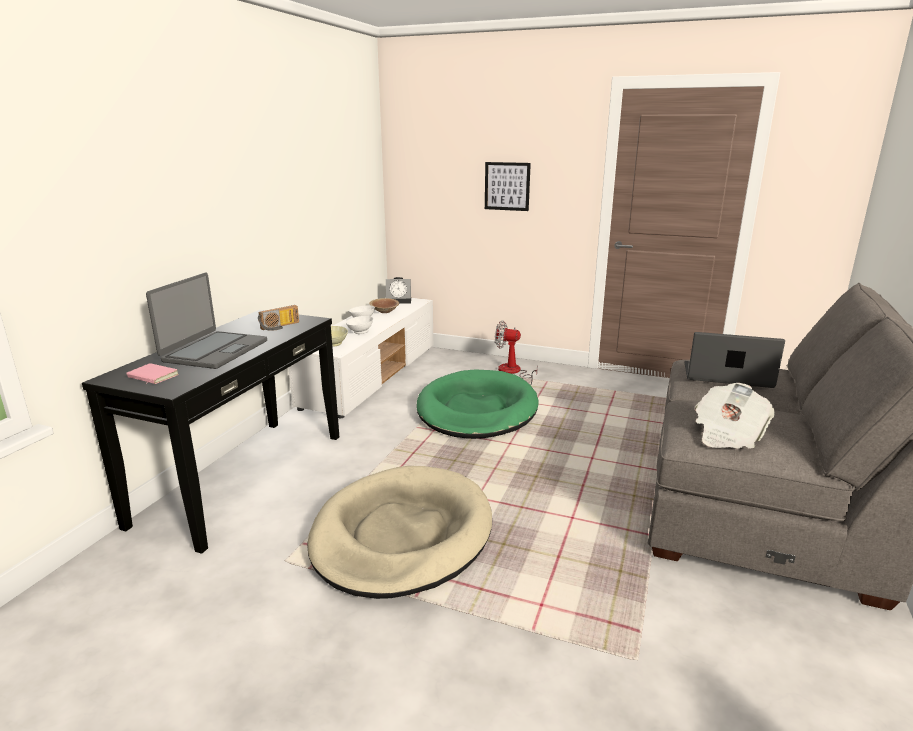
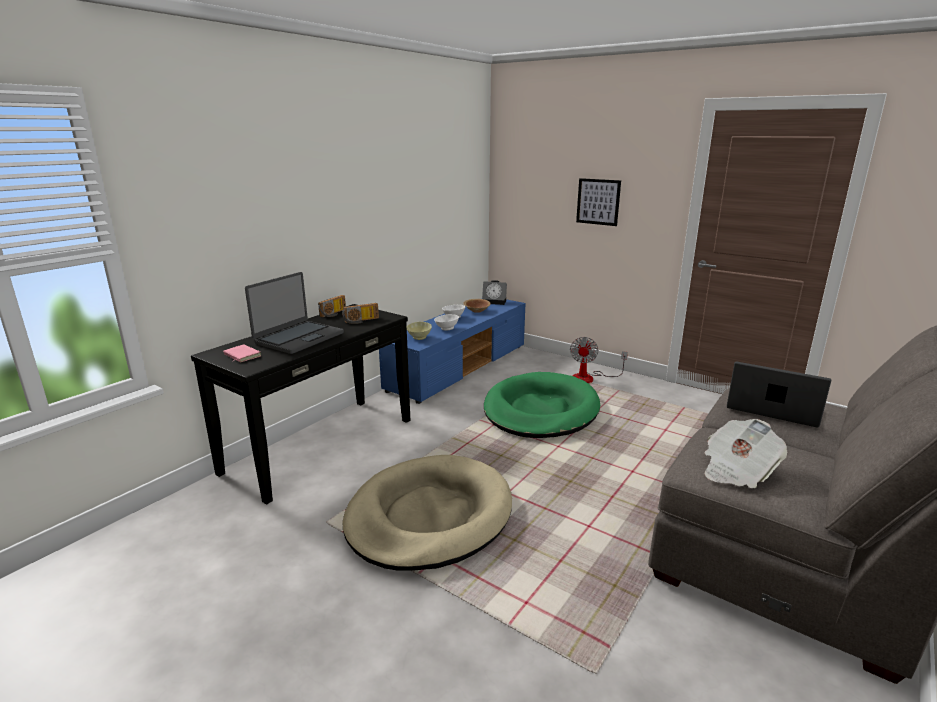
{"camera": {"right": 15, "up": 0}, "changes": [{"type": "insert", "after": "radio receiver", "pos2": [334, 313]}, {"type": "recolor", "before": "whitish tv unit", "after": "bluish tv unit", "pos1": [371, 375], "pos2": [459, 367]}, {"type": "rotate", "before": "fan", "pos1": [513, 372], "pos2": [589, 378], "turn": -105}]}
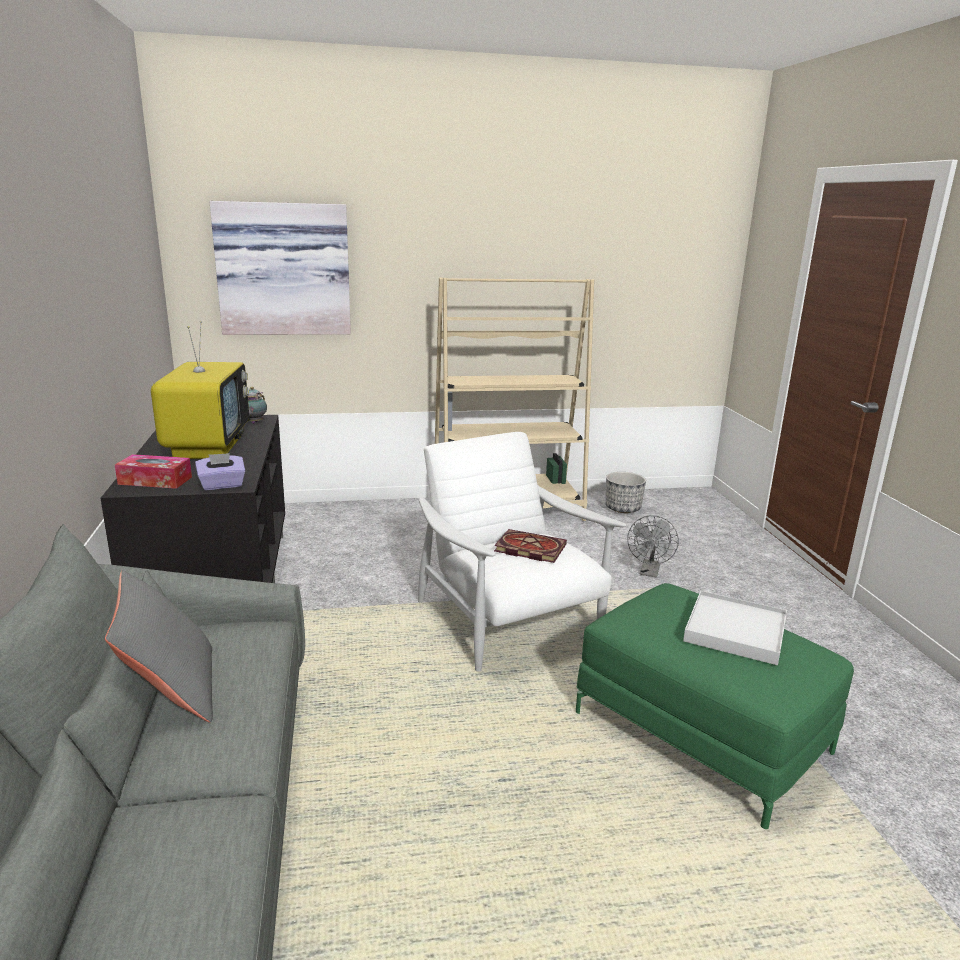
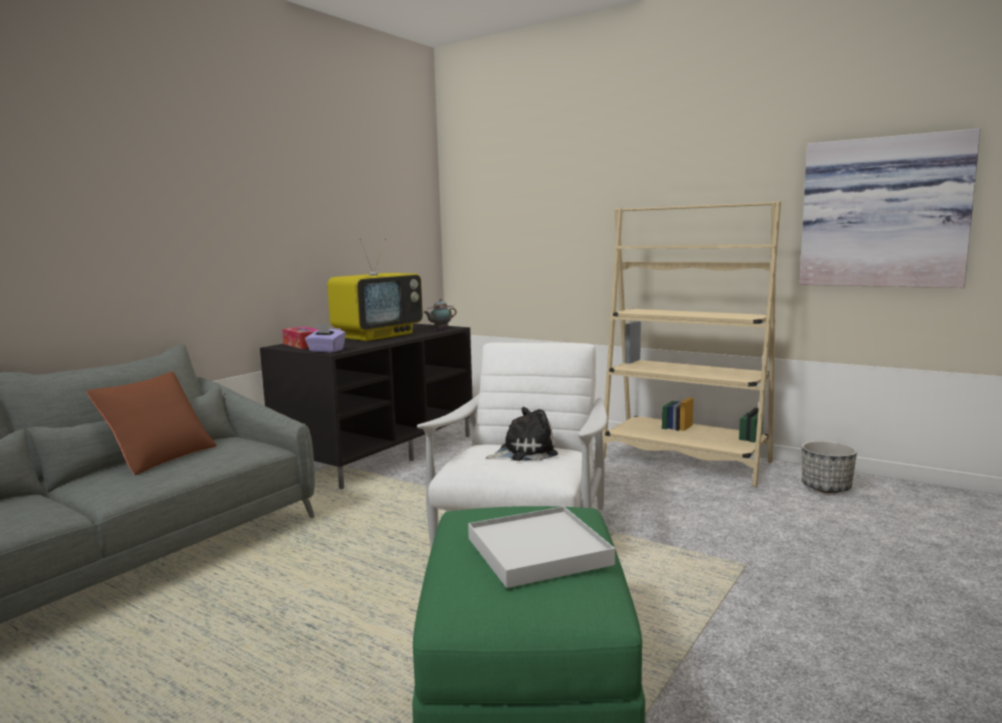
{"camera": {"right": 45, "up": -10}, "changes": [{"type": "delete", "before": "gray fan", "pos1": [649, 572]}, {"type": "move", "before": "picture", "pos1": [284, 269], "pos2": [883, 212]}, {"type": "replace", "before": "volume", "after": "soft toy", "pos1": [528, 549], "pos2": [524, 452]}, {"type": "recolor", "before": "gray pillow", "after": "brown pillow", "pos1": [171, 689], "pos2": [159, 457]}]}
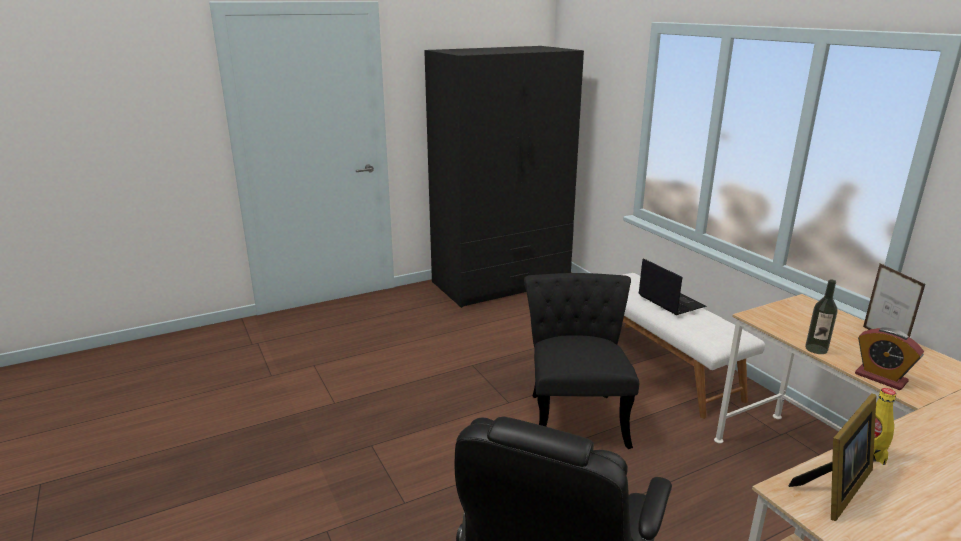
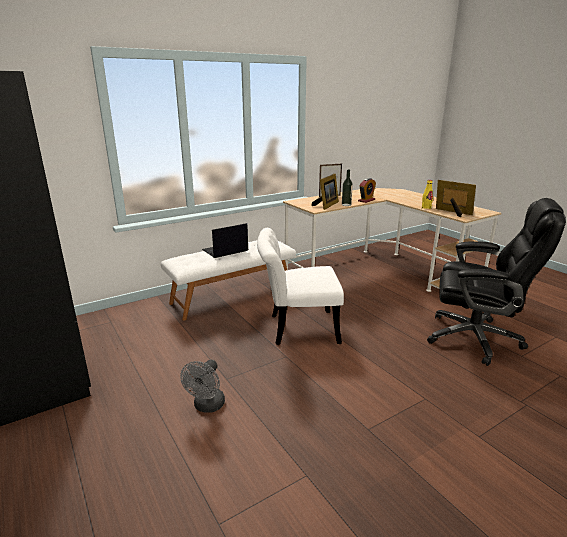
{"camera": {"right": -95, "up": 0}, "changes": [{"type": "insert", "after": "gray fan", "pos2": [207, 406]}, {"type": "insert", "after": "picture frame", "pos2": [326, 205]}, {"type": "recolor", "before": "black-coloured plain chair", "after": "whitish plain chair", "pos1": [575, 414], "pos2": [297, 328]}]}
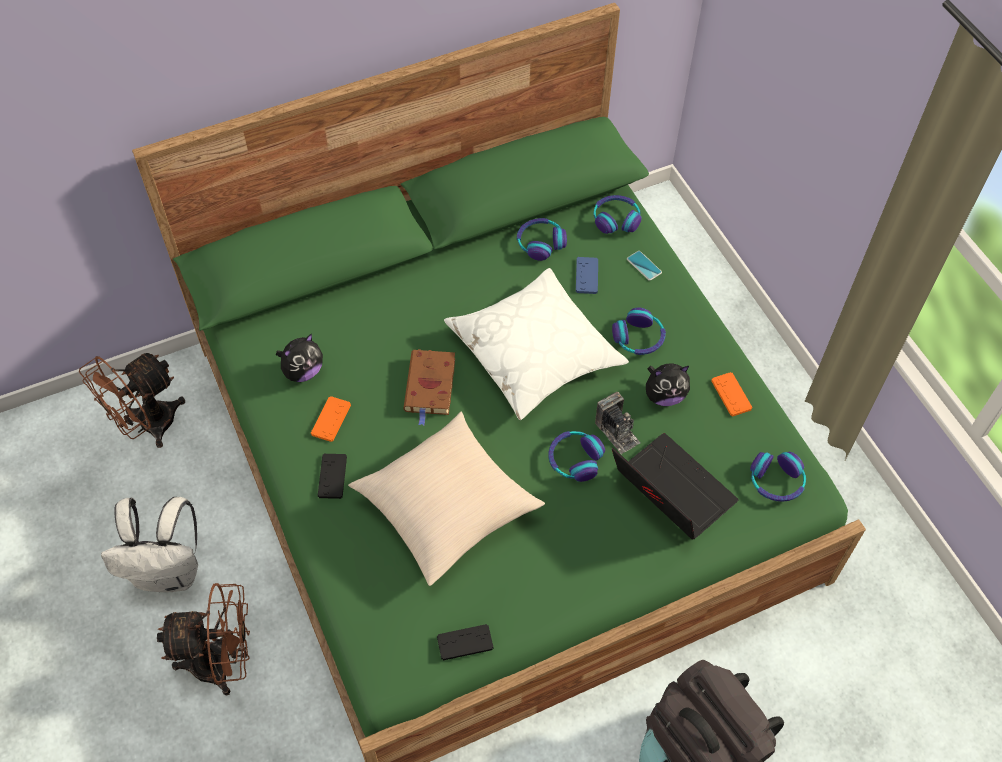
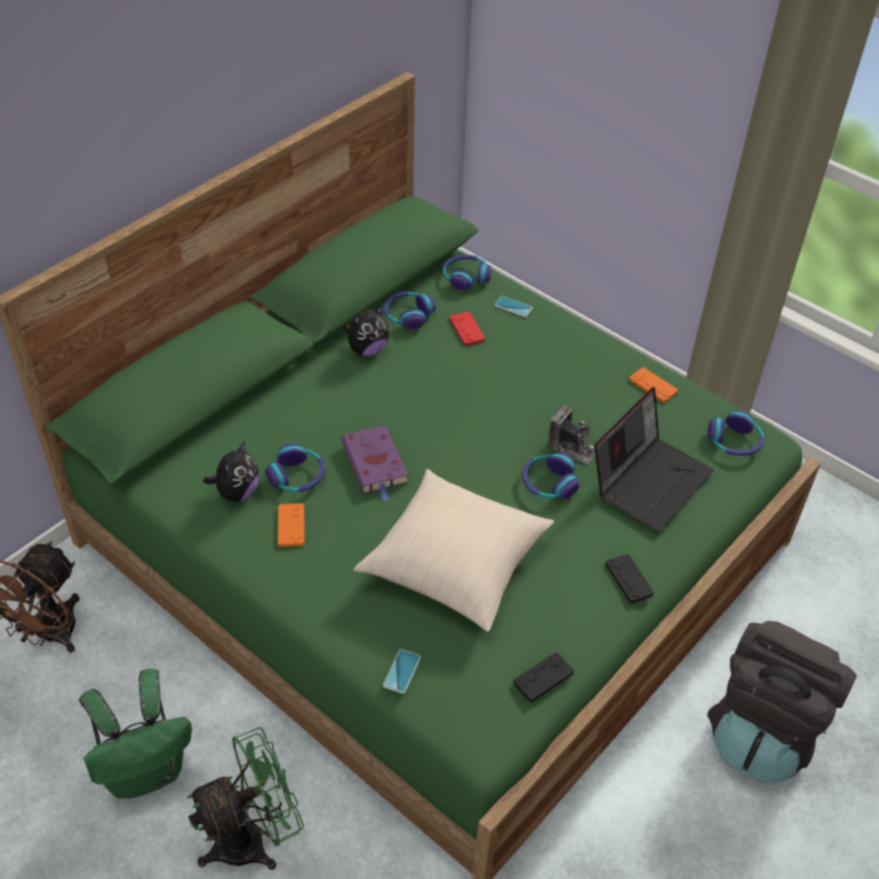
{"camera": {"right": -25, "up": -10}, "changes": [{"type": "delete", "before": "whitish pillow", "pos1": [534, 352]}, {"type": "insert", "after": "phone", "pos2": [402, 671]}, {"type": "move", "before": "black-coloured game controller", "pos1": [332, 476], "pos2": [629, 579]}, {"type": "move", "before": "headset", "pos1": [638, 338], "pos2": [297, 476]}, {"type": "move", "before": "soft toy", "pos1": [664, 396], "pos2": [367, 349]}, {"type": "recolor", "before": "whitish knapsack", "after": "greenish knapsack", "pos1": [170, 573], "pos2": [146, 771]}, {"type": "recolor", "before": "brown fan", "after": "greenish fan", "pos1": [223, 663], "pos2": [253, 838]}, {"type": "recolor", "before": "brown volume", "after": "purple volume", "pos1": [430, 387], "pos2": [375, 465]}, {"type": "recolor", "before": "bluish game controller", "after": "red game controller", "pos1": [586, 276], "pos2": [467, 329]}, {"type": "rotate", "before": "portable computer", "pos1": [669, 491], "pos2": [649, 480], "turn": 105}]}
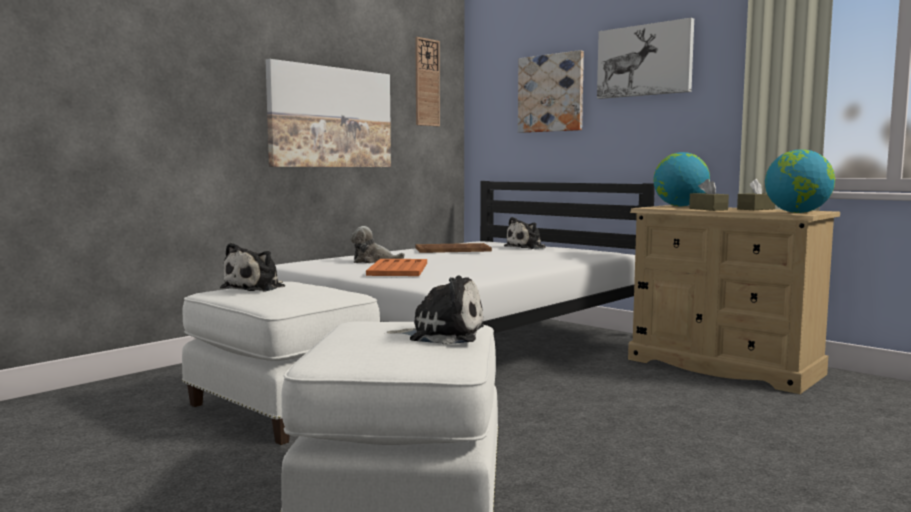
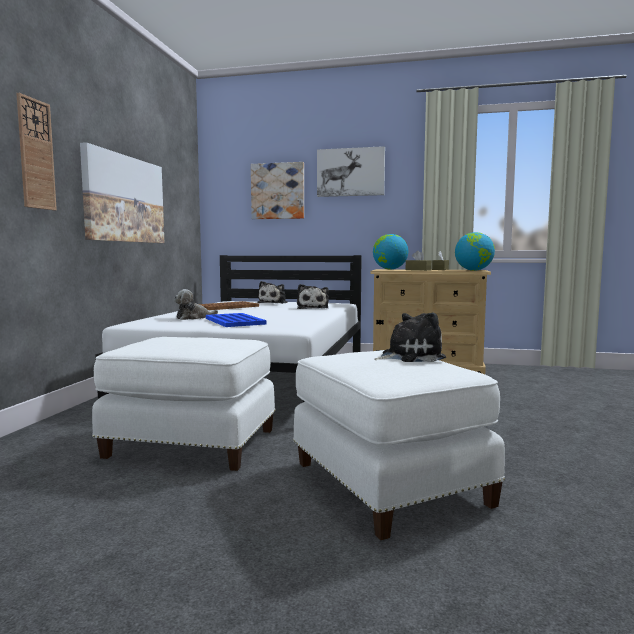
{"camera": {"right": -30, "up": 0}, "changes": [{"type": "move", "before": "soft toy", "pos1": [257, 288], "pos2": [312, 308]}, {"type": "move", "before": "hanging clock", "pos1": [427, 82], "pos2": [36, 154]}, {"type": "recolor", "before": "orange serving tray", "after": "bluish serving tray", "pos1": [398, 269], "pos2": [234, 321]}]}
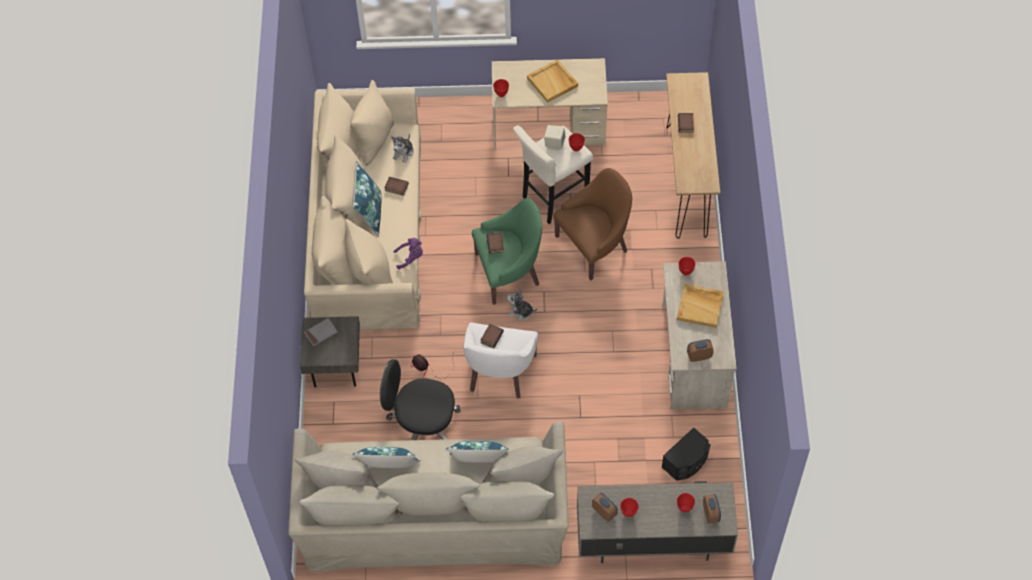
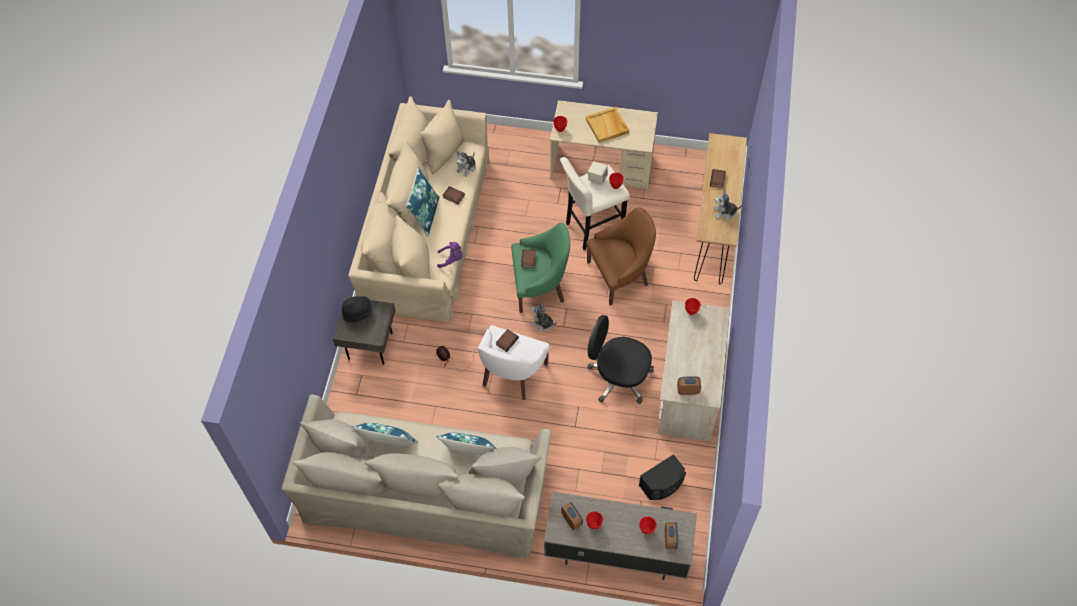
{"camera": {"right": 10, "up": 0}, "changes": [{"type": "delete", "before": "sand-coloured serving tray", "pos1": [700, 306]}, {"type": "insert", "after": "soft toy", "pos2": [725, 212]}, {"type": "move", "before": "black-coloured computer chair", "pos1": [422, 424], "pos2": [618, 377]}, {"type": "replace", "before": "gray volume", "after": "black-coloured clothing hat", "pos1": [321, 333], "pos2": [358, 312]}]}
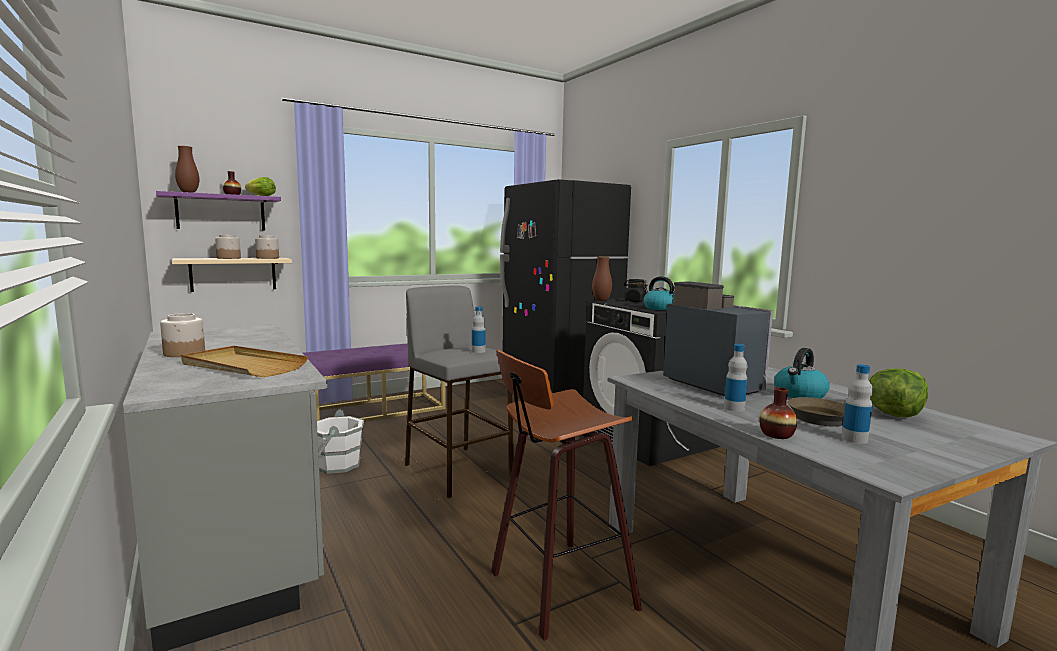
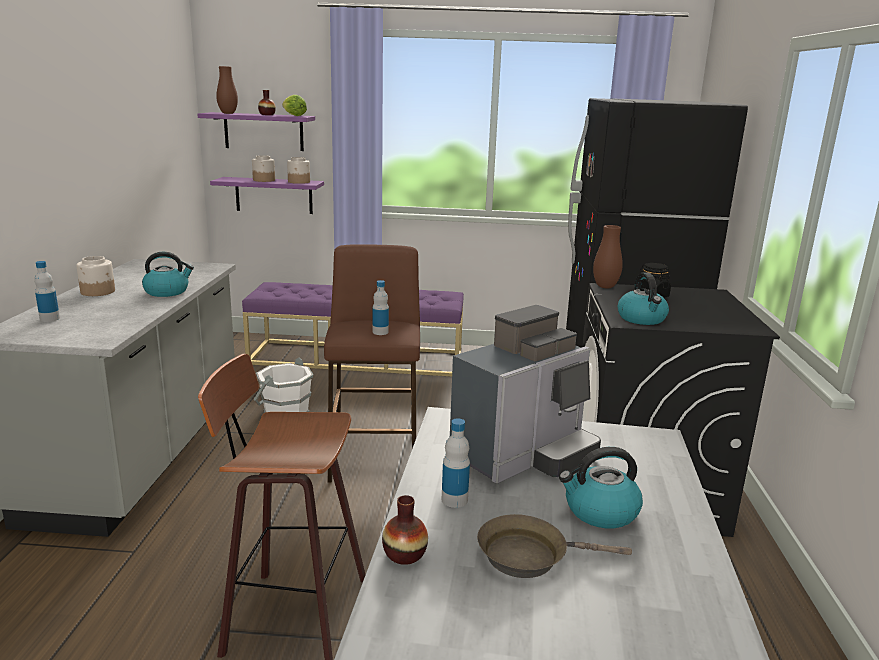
{"camera": {"right": 35, "up": 10}, "changes": [{"type": "delete", "before": "sand-coloured serving tray", "pos1": [242, 366]}, {"type": "delete", "before": "head of lettuce", "pos1": [894, 414]}, {"type": "insert", "after": "tea kettle", "pos2": [167, 292]}, {"type": "move", "before": "beverage bottle", "pos1": [854, 439], "pos2": [49, 319]}, {"type": "recolor", "before": "sand-coloured bracket shelf", "after": "purple bracket shelf", "pos1": [233, 274], "pos2": [274, 195]}, {"type": "recolor", "before": "gray stool seat", "after": "brown stool seat", "pos1": [458, 470], "pos2": [374, 455]}, {"type": "rotate", "before": "coffee maker", "pos1": [712, 384], "pos2": [524, 455], "turn": 45}]}
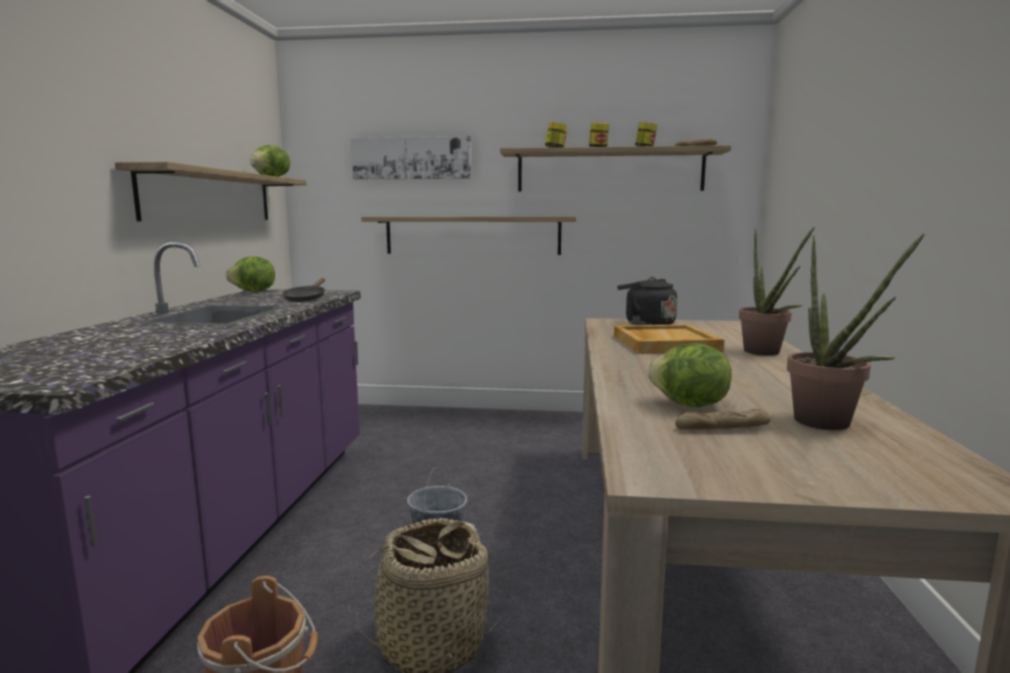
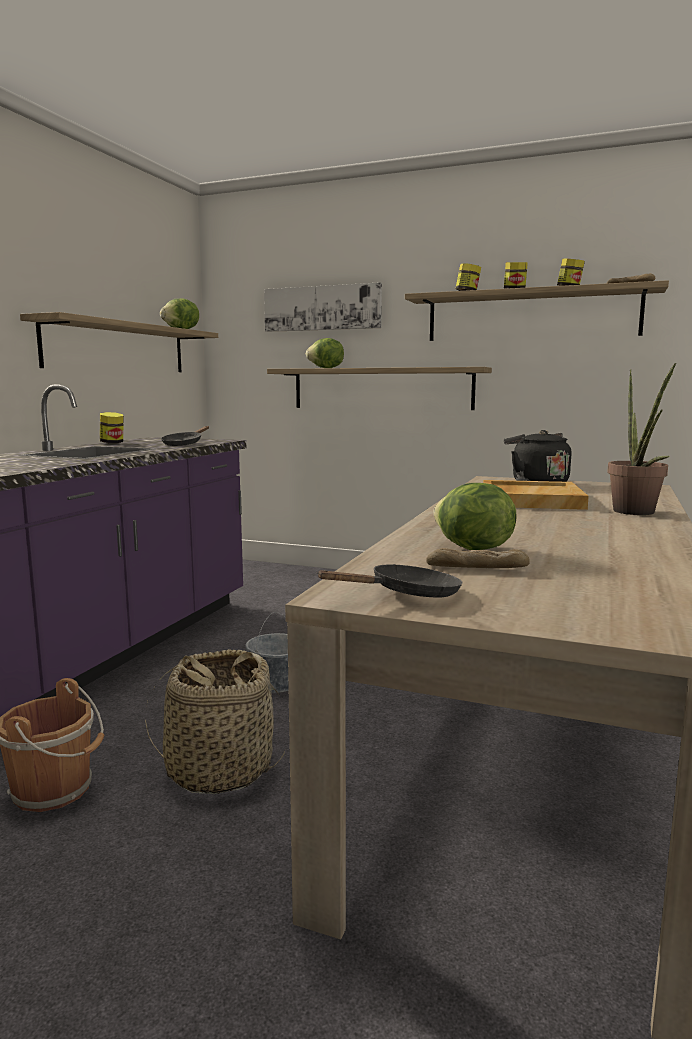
{"camera": {"right": 15, "up": 0}, "changes": [{"type": "delete", "before": "potted plant", "pos1": [830, 425]}, {"type": "insert", "after": "preserve jar", "pos2": [112, 443]}, {"type": "insert", "after": "black-coloured skillet", "pos2": [407, 594]}, {"type": "move", "before": "head of lettuce", "pos1": [254, 292], "pos2": [326, 368]}]}
